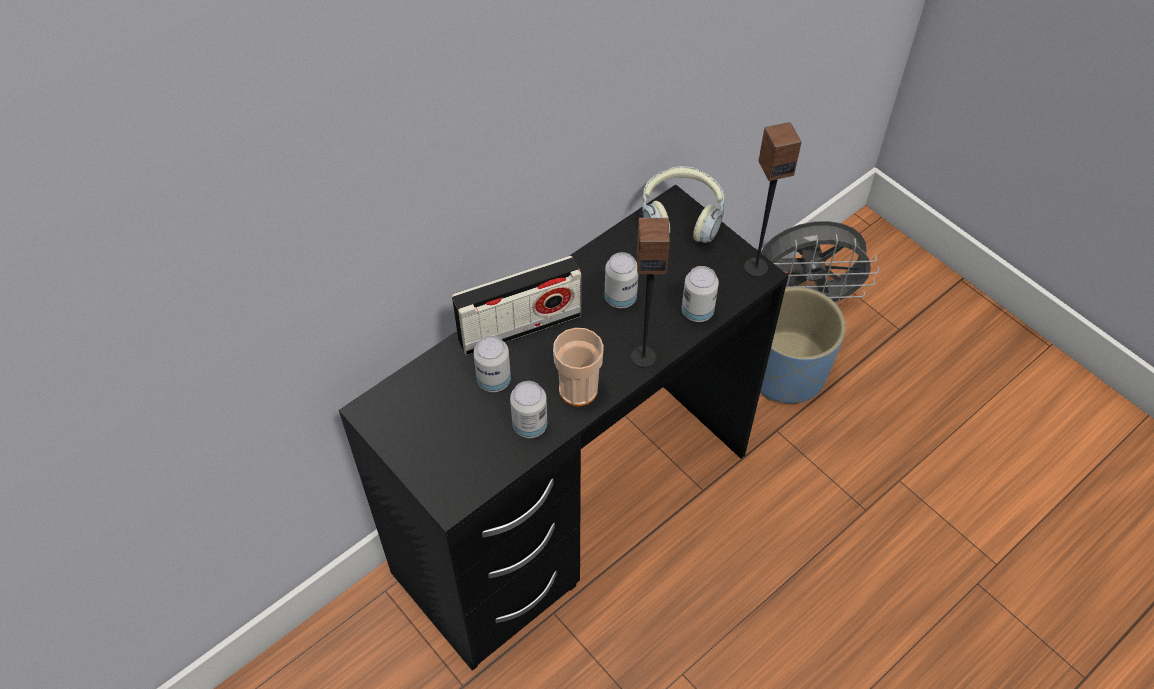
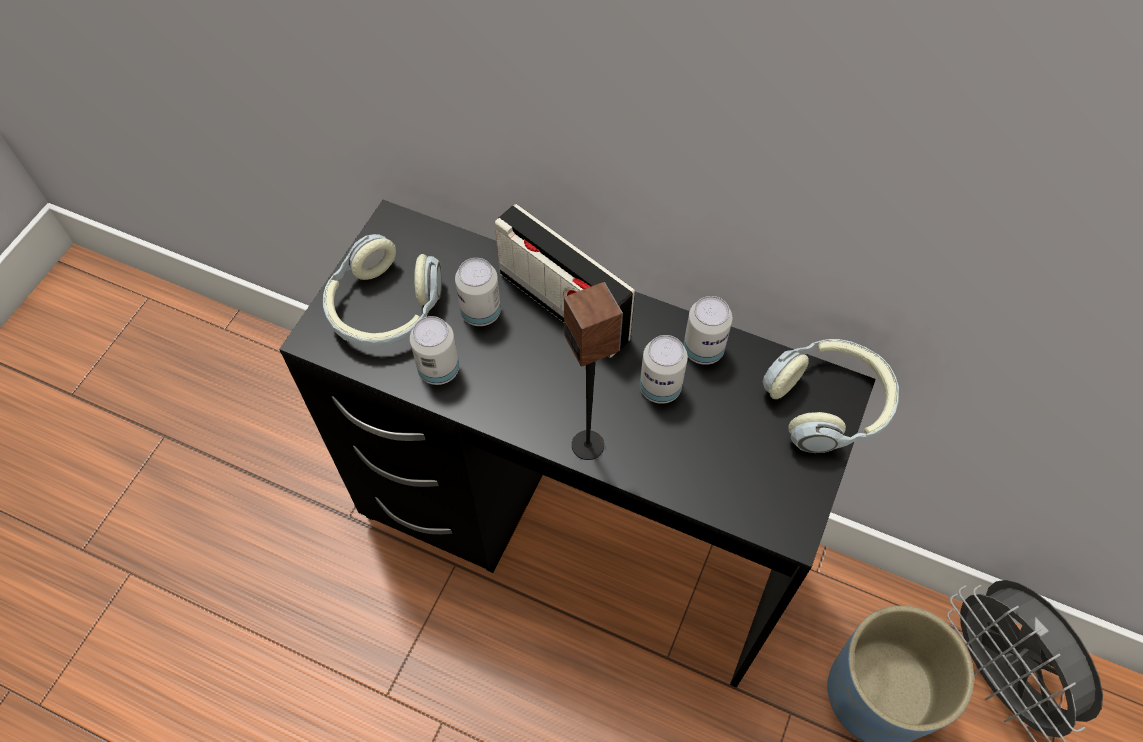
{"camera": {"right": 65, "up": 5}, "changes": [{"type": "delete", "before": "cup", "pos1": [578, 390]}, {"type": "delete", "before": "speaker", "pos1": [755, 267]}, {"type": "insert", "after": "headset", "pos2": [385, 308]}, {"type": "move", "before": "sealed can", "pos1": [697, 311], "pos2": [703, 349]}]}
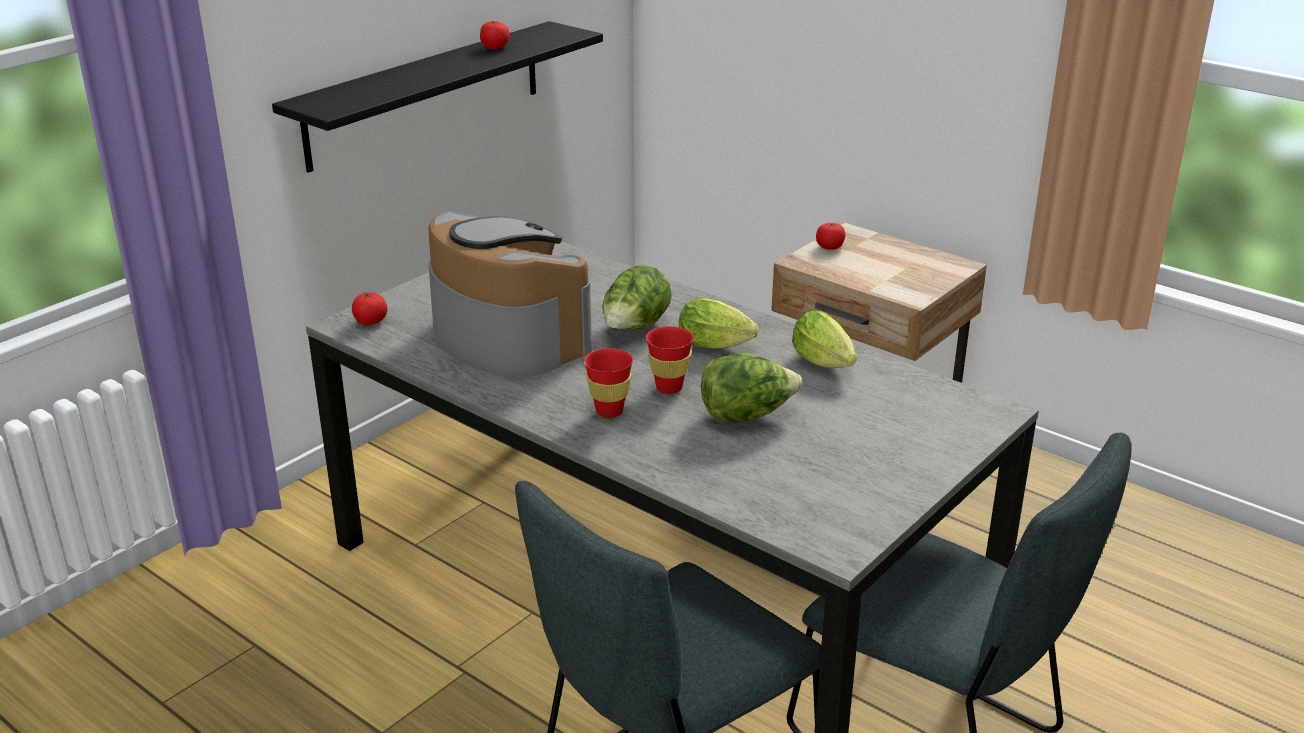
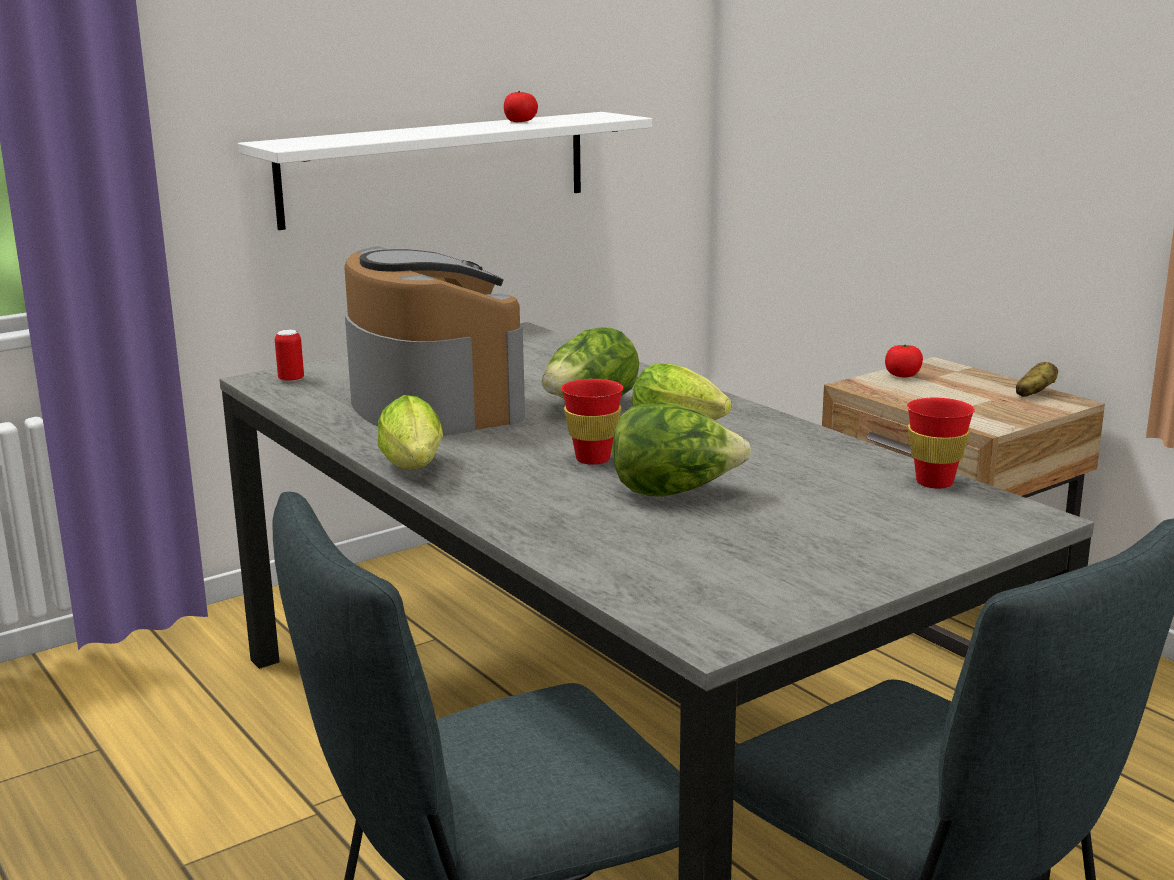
{"camera": {"right": 15, "up": -10}, "changes": [{"type": "insert", "after": "spud", "pos2": [1034, 393]}, {"type": "move", "before": "red cup", "pos1": [609, 411], "pos2": [934, 482]}, {"type": "move", "before": "head of lettuce", "pos1": [826, 365], "pos2": [414, 469]}, {"type": "replace", "before": "whole tomato", "after": "sealed can", "pos1": [370, 322], "pos2": [291, 380]}, {"type": "recolor", "before": "black-coloured bracket shelf", "after": "whitish bracket shelf", "pos1": [426, 94], "pos2": [437, 168]}]}
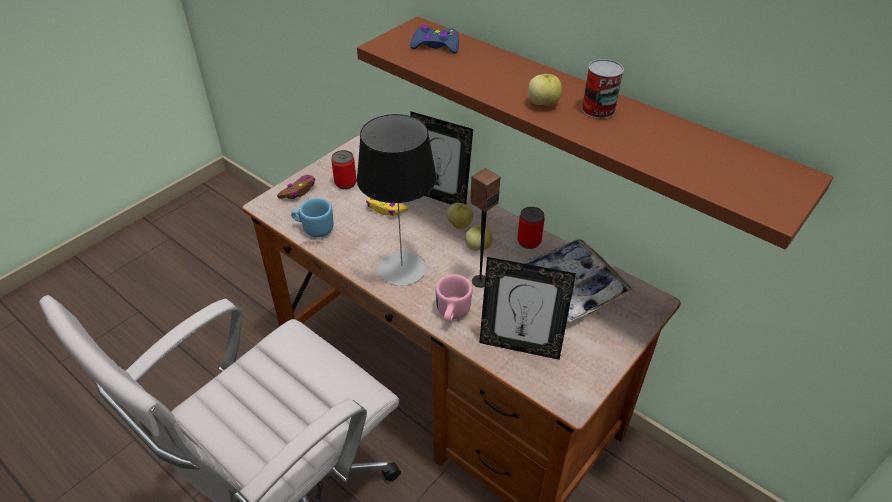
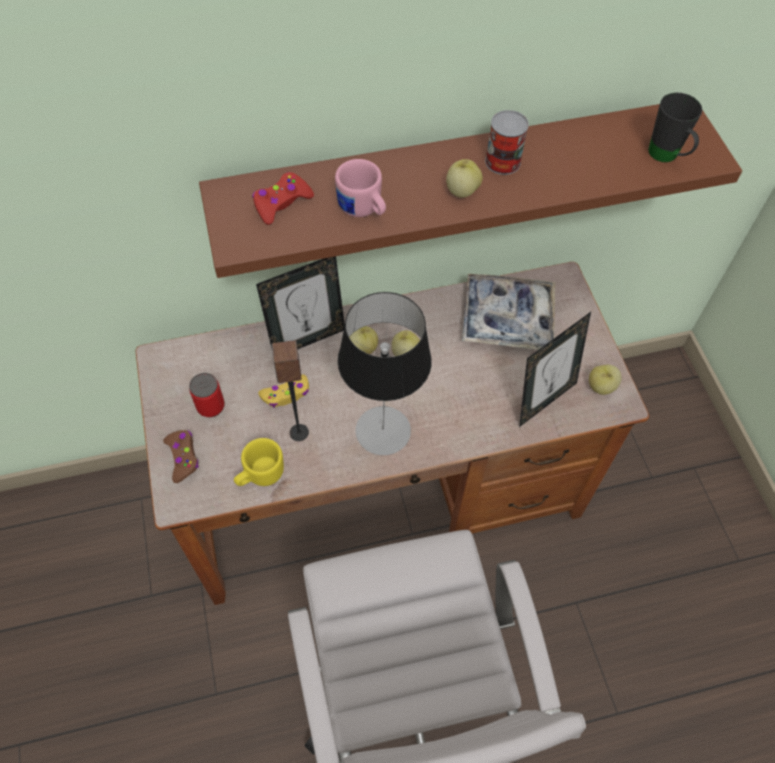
{"camera": {"right": -55, "up": 15}, "changes": [{"type": "delete", "before": "sealed can", "pos1": [529, 241]}, {"type": "insert", "after": "apple fruit", "pos2": [601, 387]}, {"type": "insert", "after": "black-coloured mug", "pos2": [667, 157]}, {"type": "move", "before": "pink mug", "pos1": [451, 313], "pos2": [363, 210]}, {"type": "move", "before": "speaker", "pos1": [480, 281], "pos2": [298, 432]}, {"type": "recolor", "before": "bluish mug", "after": "yellowish mug", "pos1": [314, 229], "pos2": [259, 475]}, {"type": "recolor", "before": "bluish game controller", "after": "red game controller", "pos1": [435, 46], "pos2": [281, 203]}]}
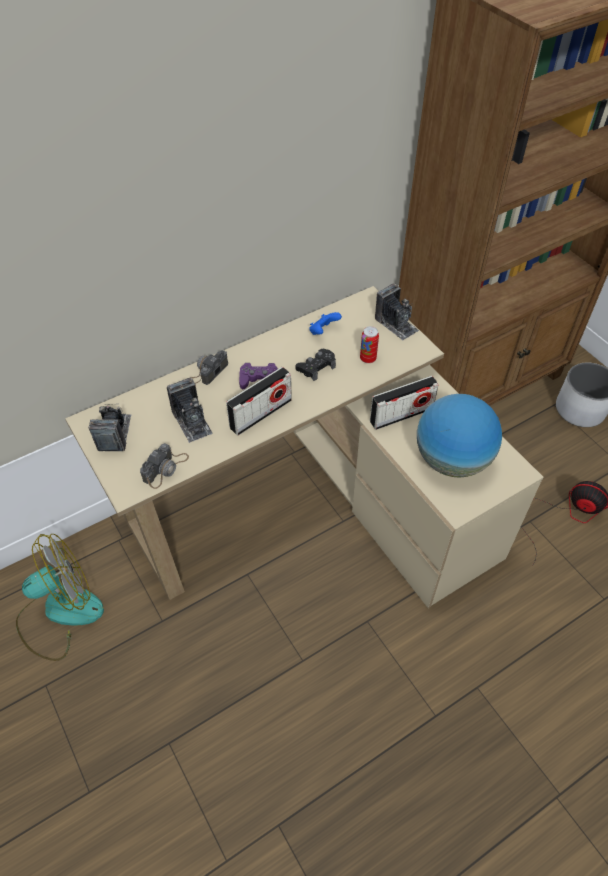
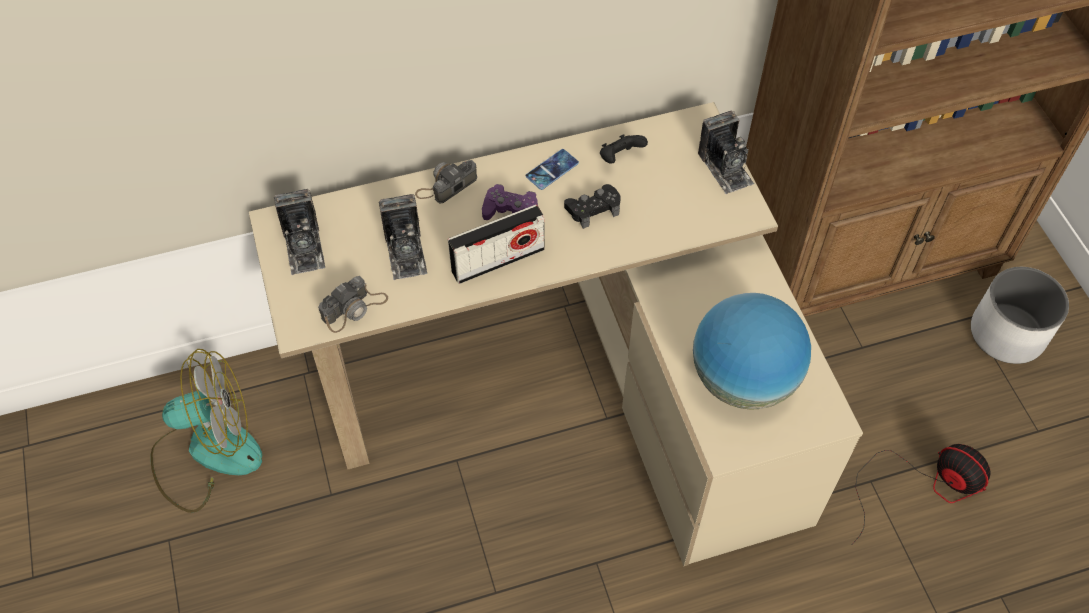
{"camera": {"right": 15, "up": 5}, "changes": [{"type": "delete", "before": "sealed can", "pos1": [368, 358]}, {"type": "delete", "before": "radio receiver", "pos1": [401, 415]}, {"type": "insert", "after": "phone", "pos2": [552, 169]}, {"type": "recolor", "before": "bluish game controller", "after": "black-coloured game controller", "pos1": [323, 331], "pos2": [620, 158]}, {"type": "rotate", "before": "photo camera", "pos1": [114, 433], "pos2": [304, 246], "turn": 150}]}
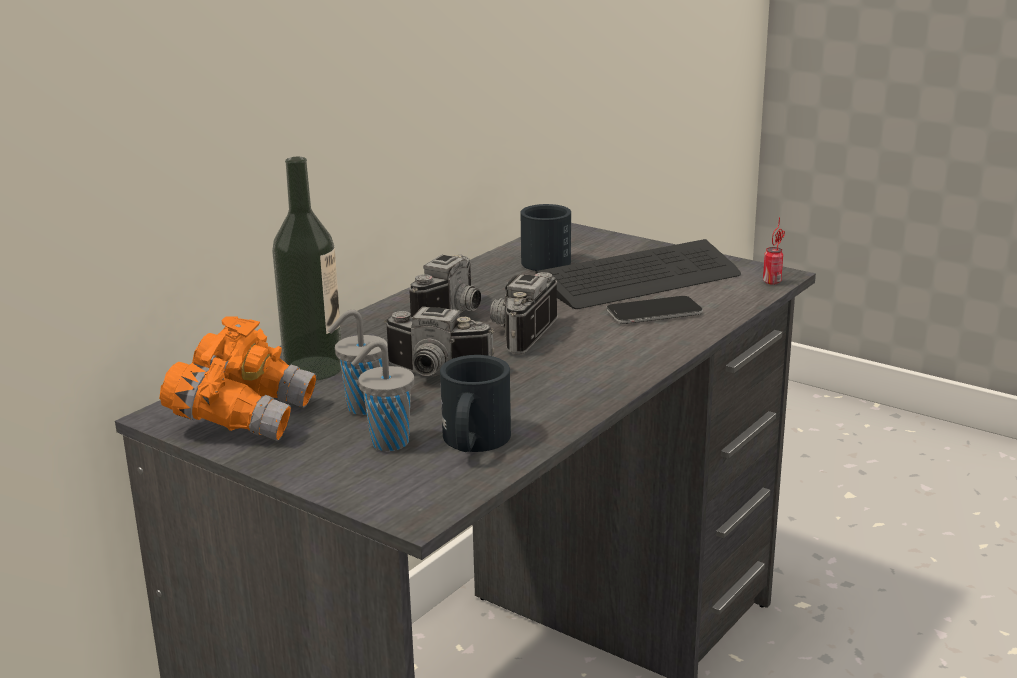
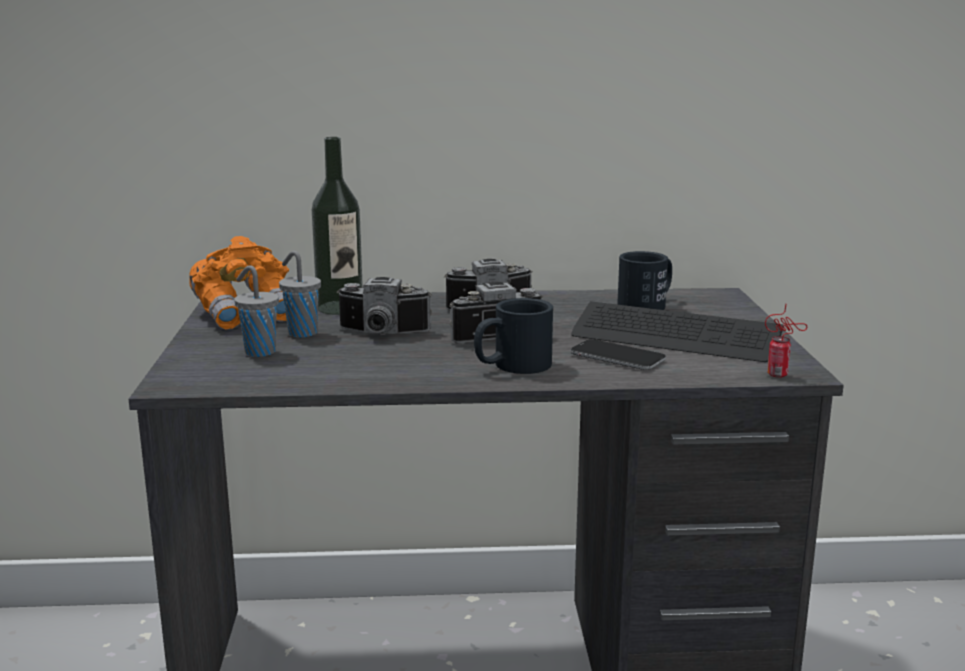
{"camera": {"right": 50, "up": -5}, "changes": [{"type": "move", "before": "black-coloured mug", "pos1": [473, 443], "pos2": [512, 366]}, {"type": "rotate", "before": "photo camera", "pos1": [434, 374], "pos2": [382, 334], "turn": -60}]}
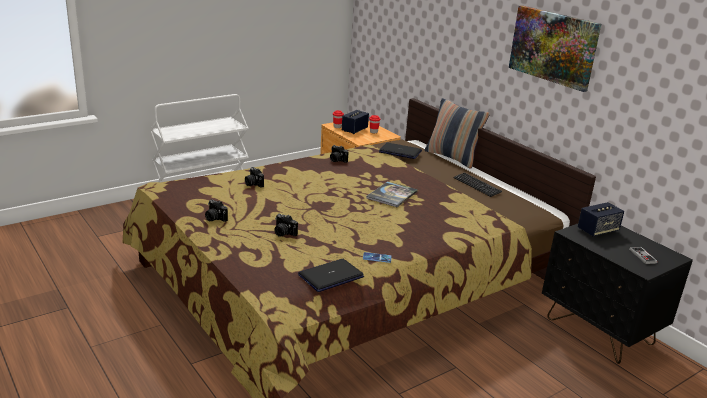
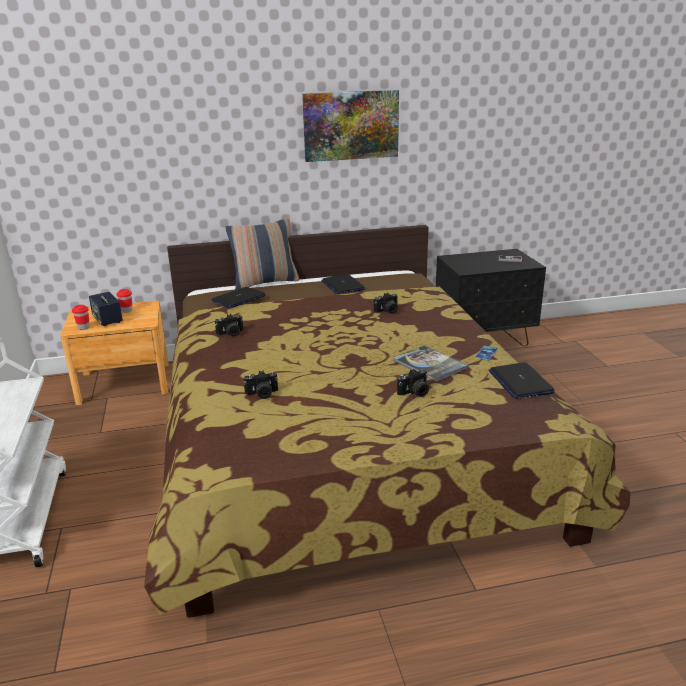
{"camera": {"right": -65, "up": 0}, "changes": [{"type": "delete", "before": "speaker", "pos1": [597, 230]}, {"type": "move", "before": "photo camera", "pos1": [214, 218], "pos2": [387, 311]}, {"type": "move", "before": "volume", "pos1": [392, 195], "pos2": [429, 364]}, {"type": "replace", "before": "computer keyboard", "after": "portable computer", "pos1": [477, 185], "pos2": [342, 285]}]}
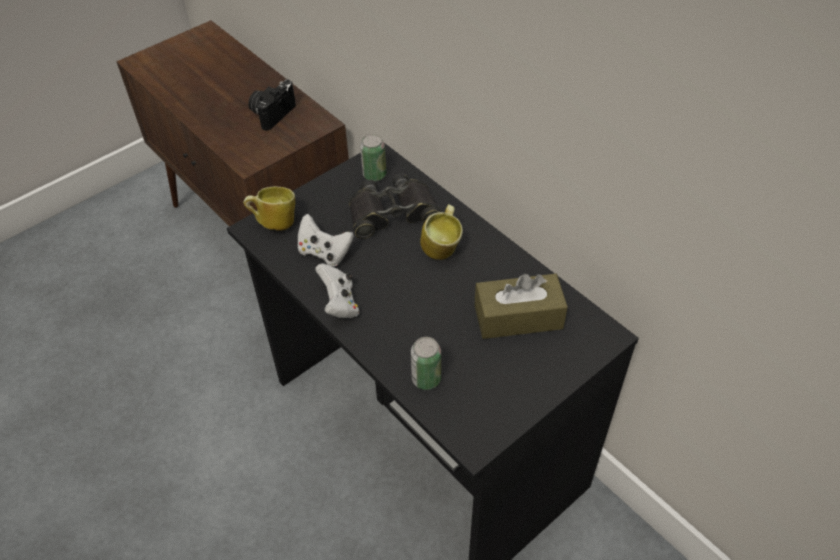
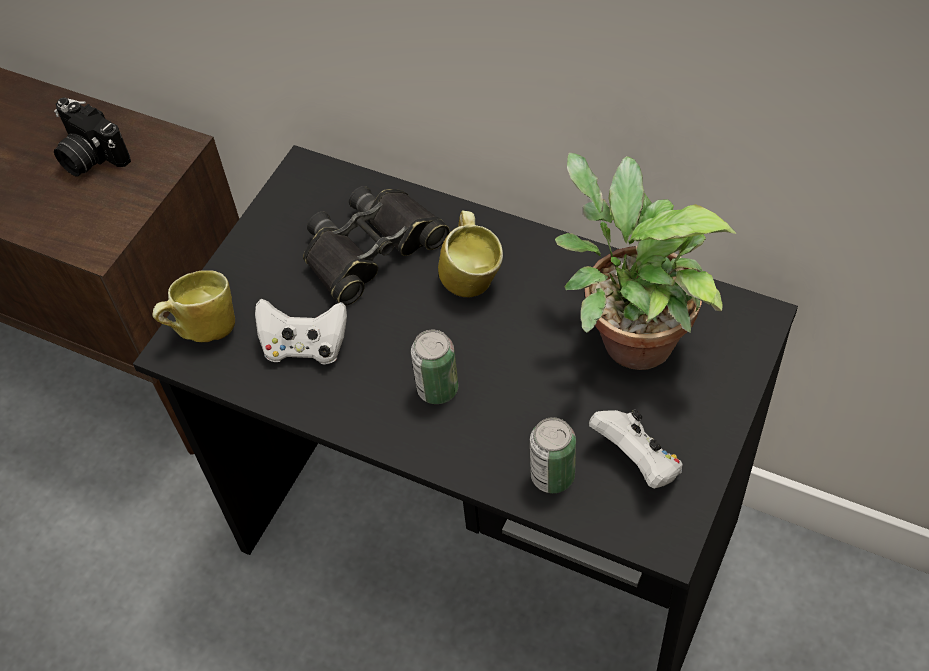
{"camera": {"right": -20, "up": 5}, "changes": [{"type": "move", "before": "whitish game controller", "pos1": [339, 303], "pos2": [637, 461]}, {"type": "move", "before": "sealed can", "pos1": [374, 175], "pos2": [437, 389]}, {"type": "replace", "before": "brown tissue box", "after": "potted plant", "pos1": [518, 317], "pos2": [628, 337]}, {"type": "rotate", "before": "photo camera", "pos1": [272, 113], "pos2": [89, 157], "turn": -60}]}
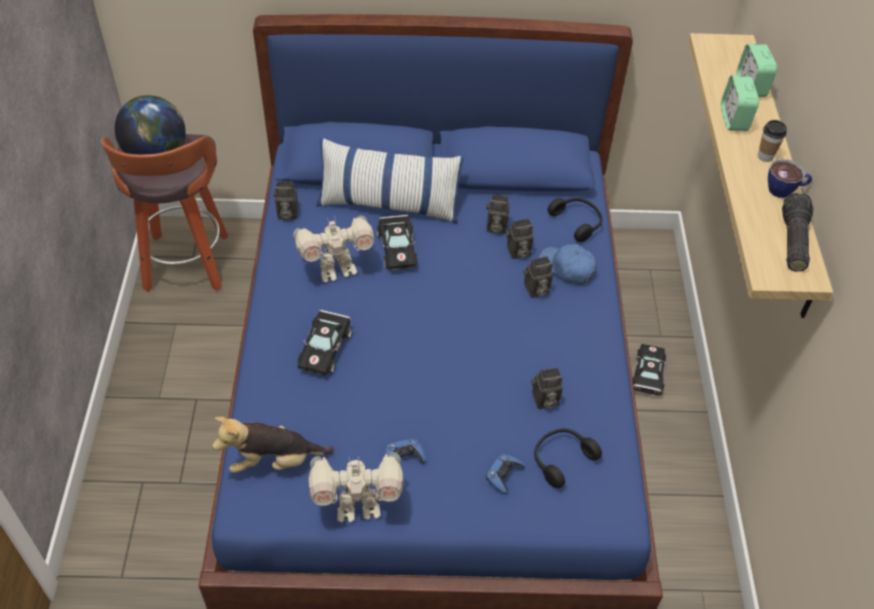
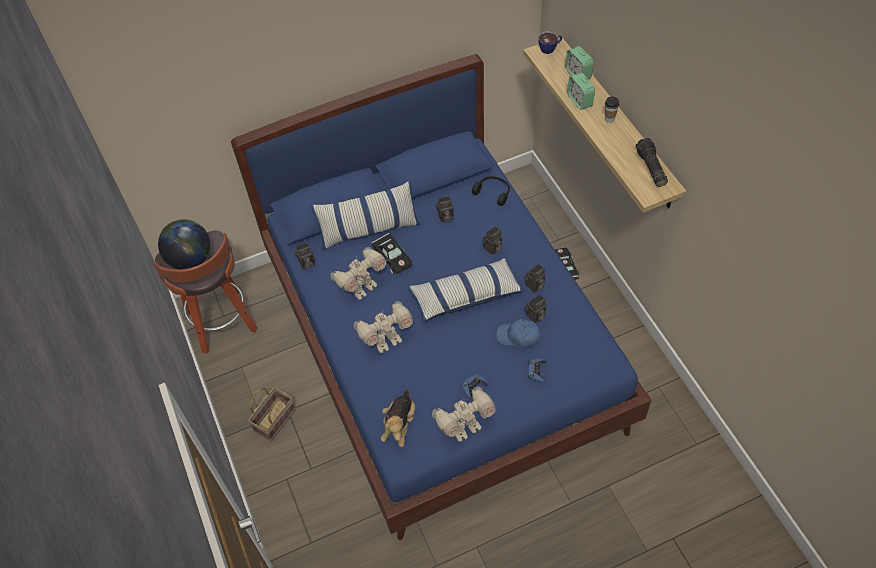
{"camera": {"right": -20, "up": 5}, "changes": [{"type": "delete", "before": "black-coloured headset", "pos1": [561, 459]}, {"type": "insert", "after": "household basket", "pos2": [275, 419]}, {"type": "insert", "after": "pillow", "pos2": [465, 296]}, {"type": "move", "before": "photo camera", "pos1": [517, 252], "pos2": [534, 286]}, {"type": "move", "before": "bluish peaked cap", "pos1": [567, 268], "pos2": [518, 336]}, {"type": "move", "before": "cup", "pos1": [785, 190], "pos2": [550, 48]}, {"type": "replace", "before": "black-coloured miniature car", "after": "model robot", "pos1": [325, 347], "pos2": [386, 341]}, {"type": "rotate", "before": "soft toy", "pos1": [274, 461], "pos2": [400, 424], "turn": -45}]}
